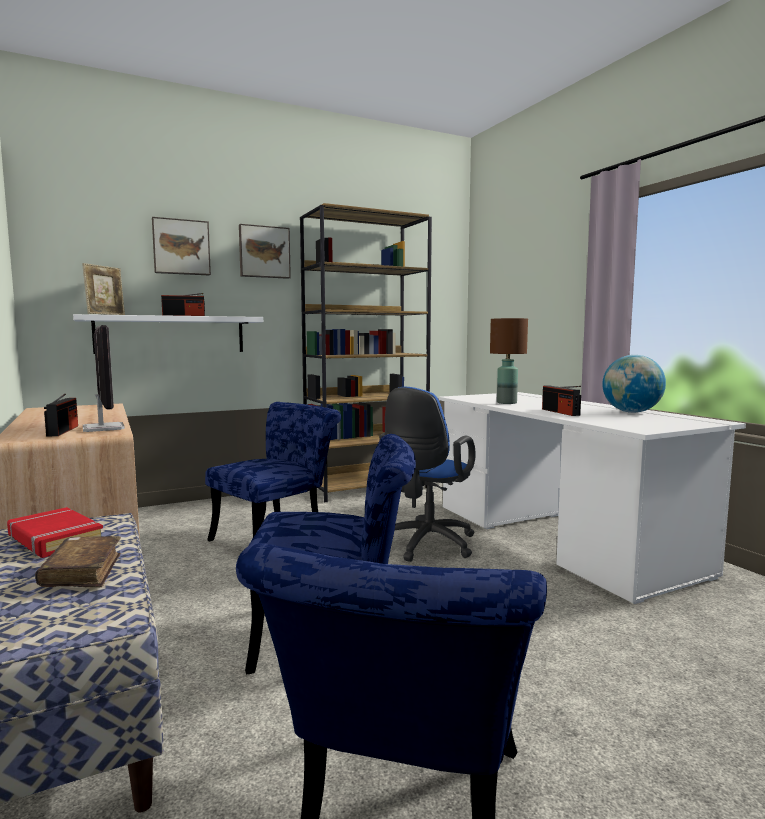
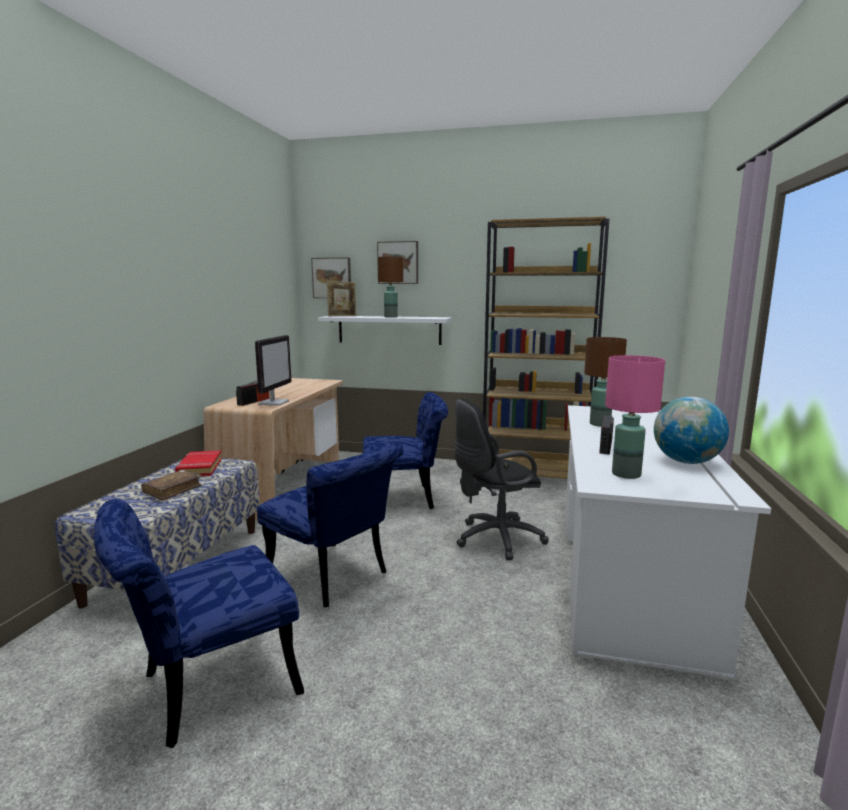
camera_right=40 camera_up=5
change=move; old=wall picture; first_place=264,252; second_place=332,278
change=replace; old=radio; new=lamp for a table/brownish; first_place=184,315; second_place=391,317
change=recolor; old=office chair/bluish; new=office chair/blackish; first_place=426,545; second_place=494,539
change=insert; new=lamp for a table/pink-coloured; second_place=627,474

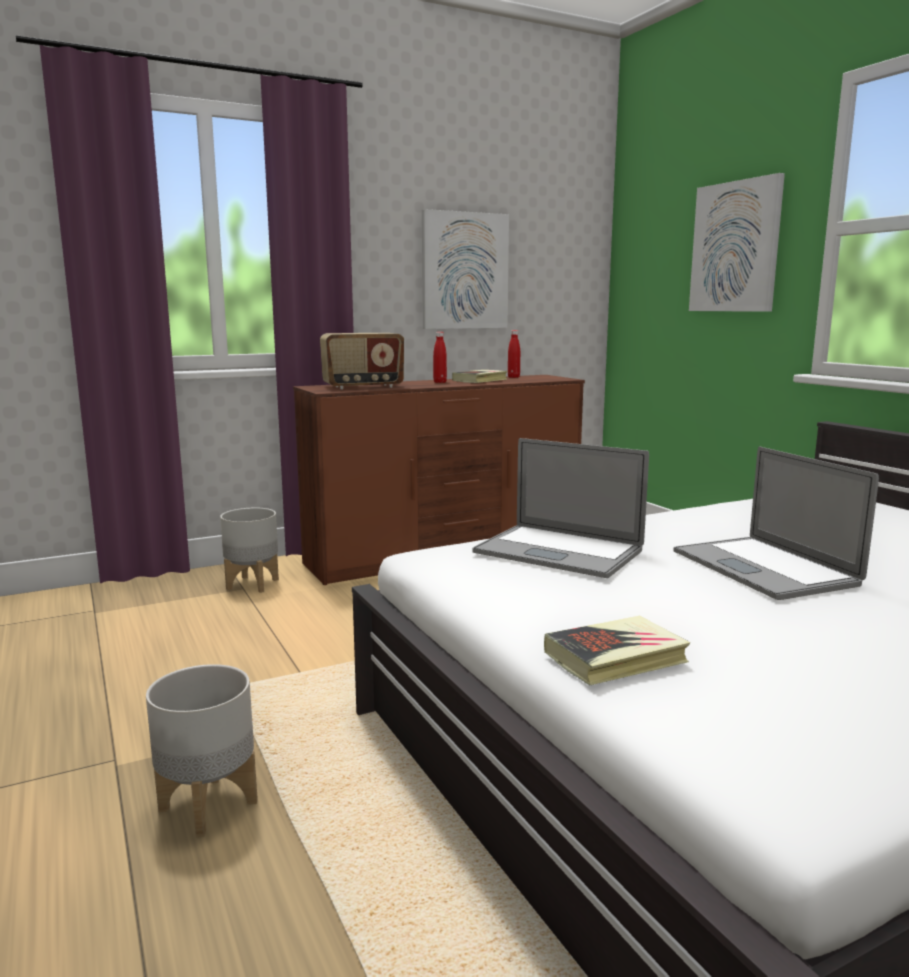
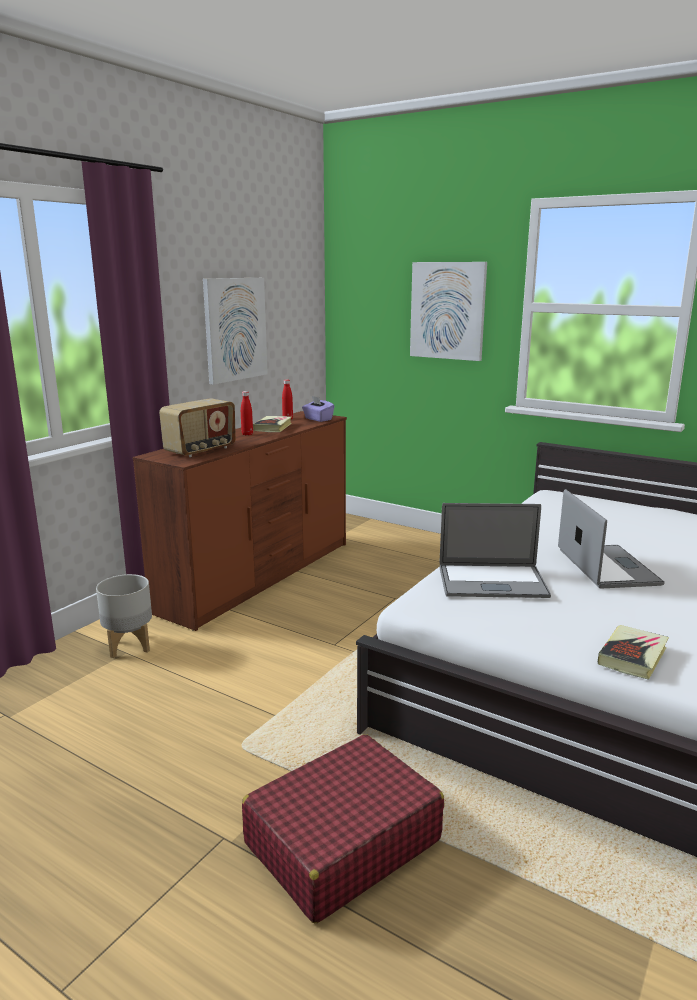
camera_right=-30 camera_up=5
change=rotate; old=laptop; first_place=763,568; second_place=607,567; degrees=-135
change=replace; old=flower pot/greyish; new=piece of luggage/red; first_place=207,806; second_place=342,842
change=insert; new=tissue holder/purple; second_place=318,419

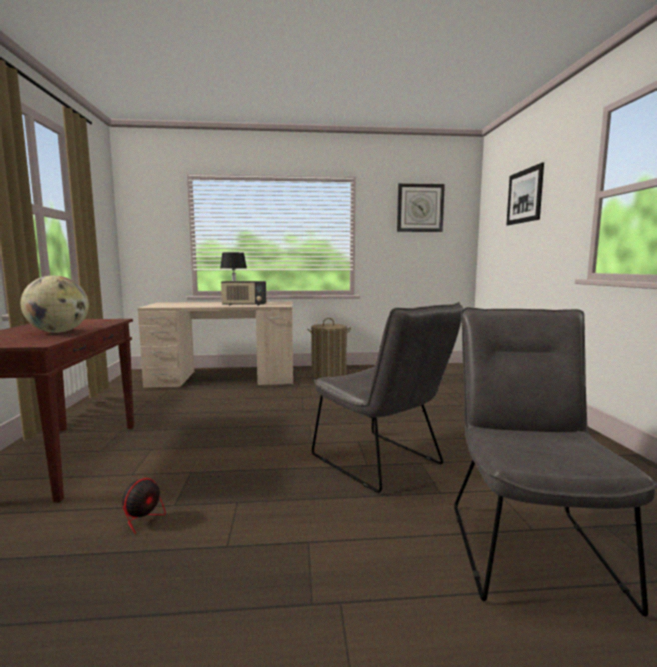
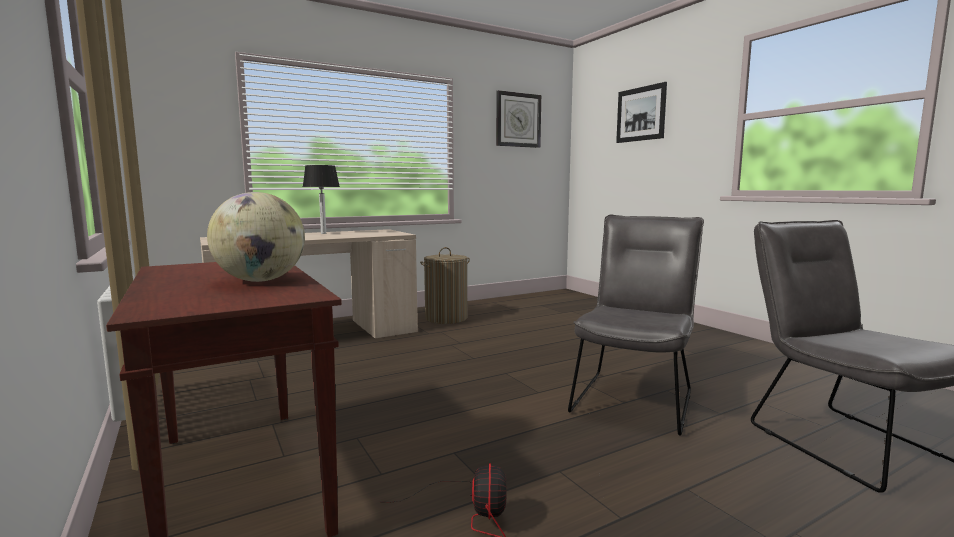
camera_right=-25 camera_up=0
change=delete; old=radio; first_place=244,305
change=rotate; old=plain chair/greyish; first_place=382,463; second_place=634,398; degrees=-90

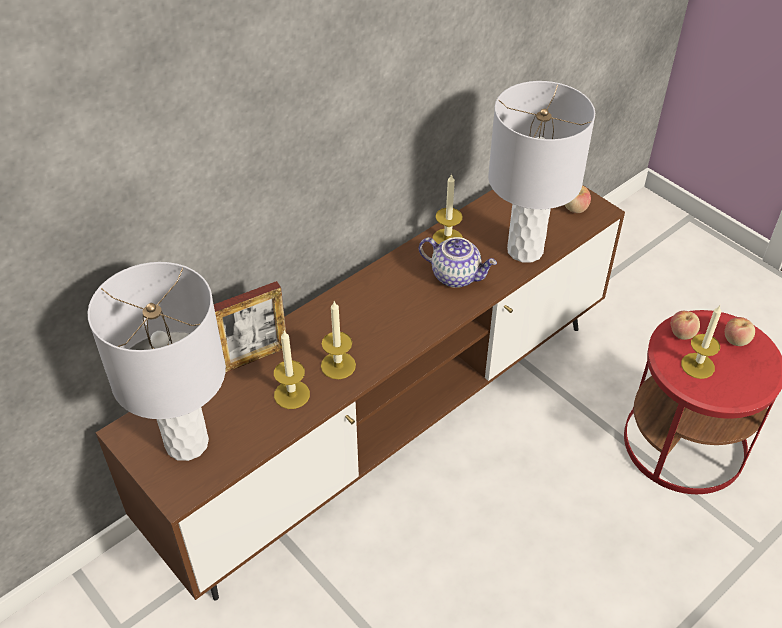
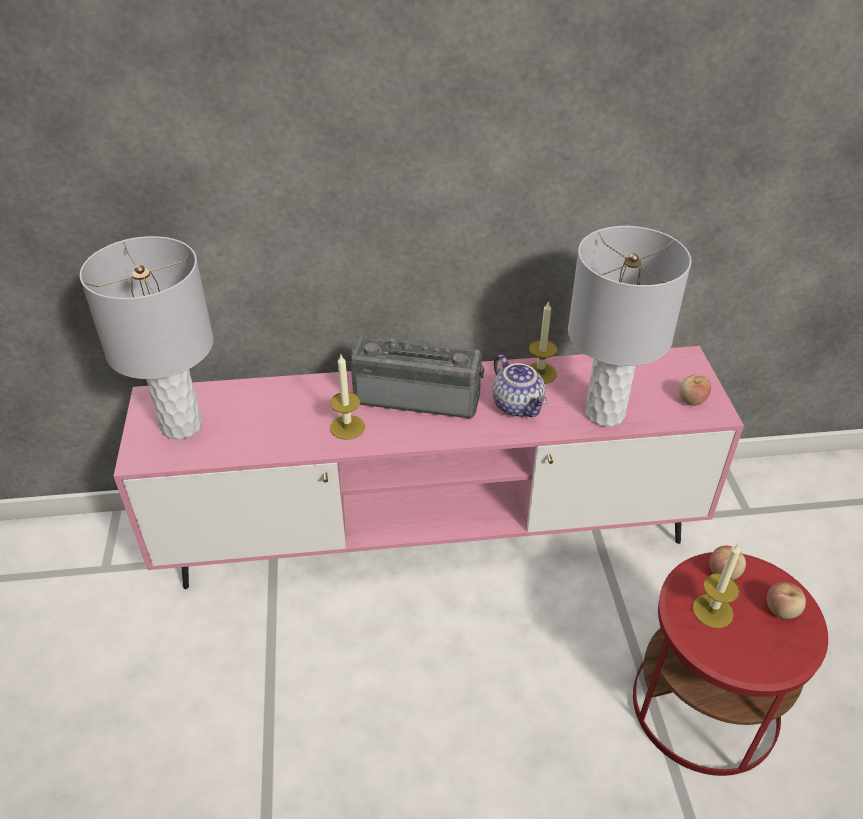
camera_right=35 camera_up=-5
change=recolor; old=tv stand/brownish; new=tv stand/pink-coloured; first_place=389,426; second_place=431,533
change=delete; old=picture frame; first_place=254,357
change=delete; old=wax light; first_place=291,394
change=insert; new=radio; second_place=418,396

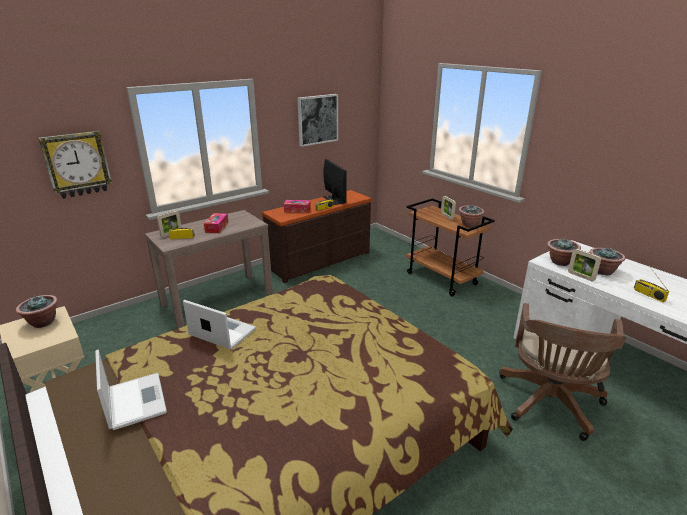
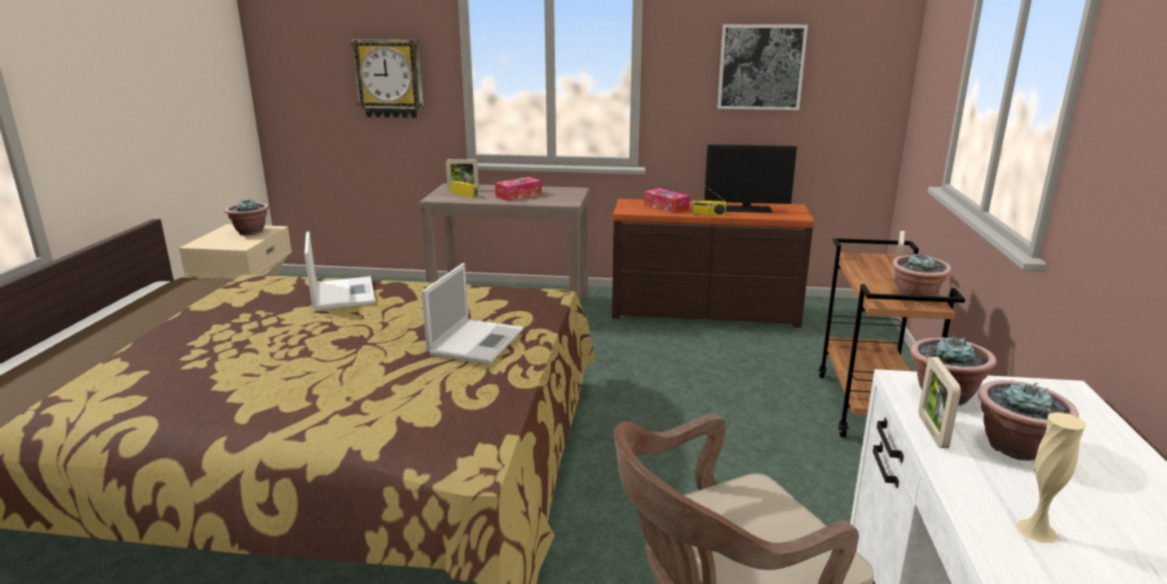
camera_right=45 camera_up=-5
change=rotate; old=computer screen; first_place=333,200; second_place=746,209; degrees=75
change=replace; old=radio; new=flower vase/beige; first_place=648,295; second_place=1036,531
change=move; old=laptop; first_place=135,400; second_place=477,341

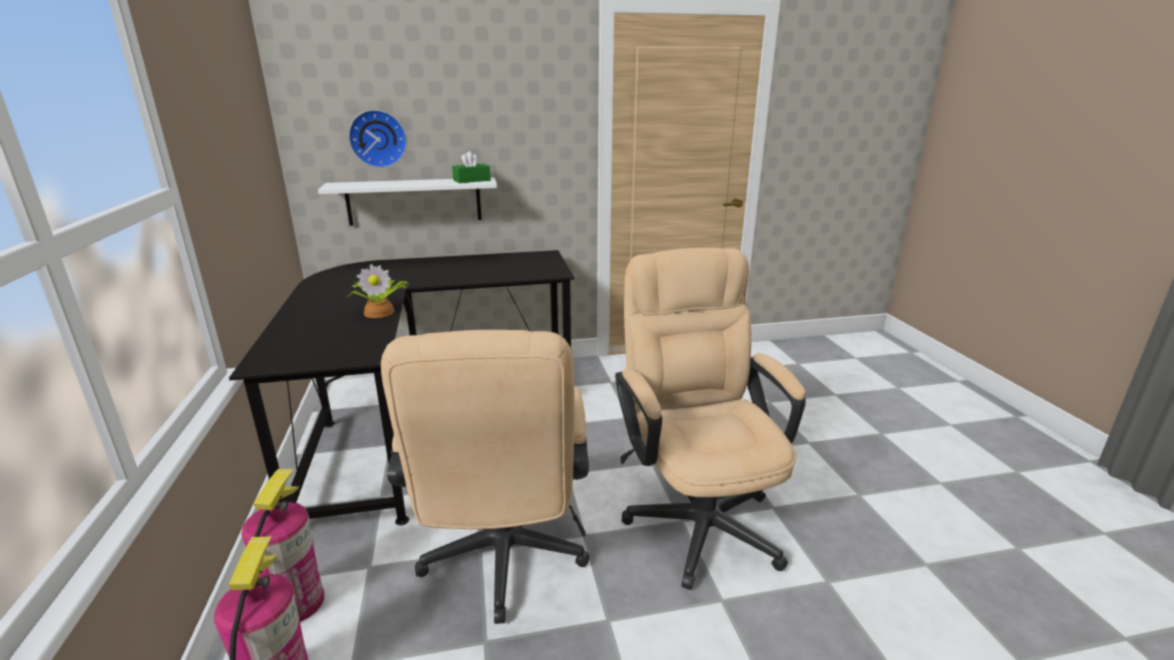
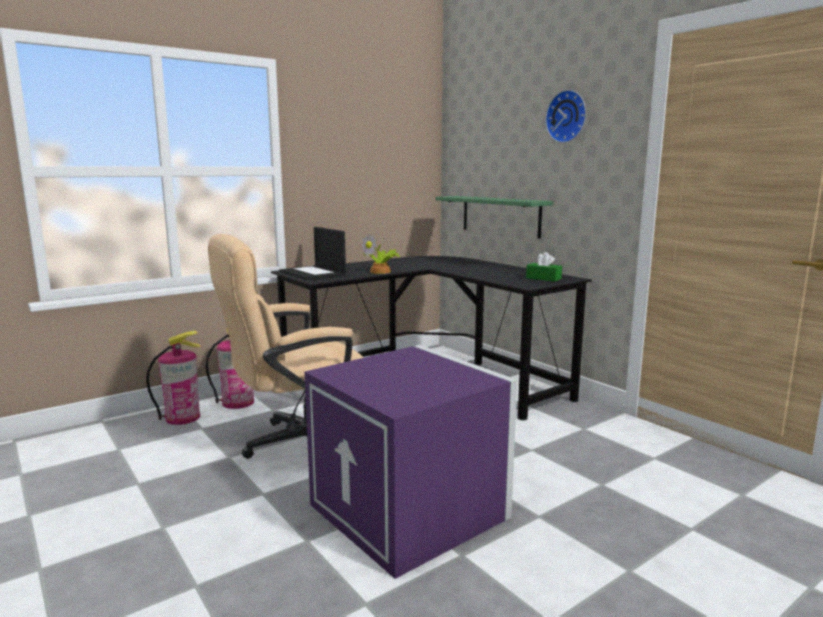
camera_right=65 camera_up=-10
change=move; old=wall clock; first_place=378,138; second_place=568,116
change=move; old=tissue holder/green-coloured; first_place=472,180; second_place=543,278
change=recolor; old=shelf/white; new=shelf/green-coloured; first_place=414,201; second_place=500,216
change=replace; old=office chair/beige; new=storage bin/purple; first_place=697,514; second_place=412,511
change=insert; new=laptop; second_place=313,273

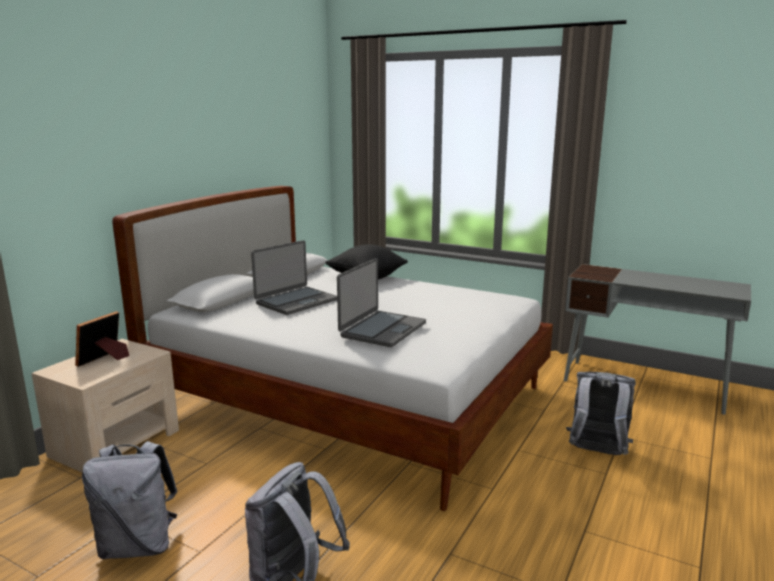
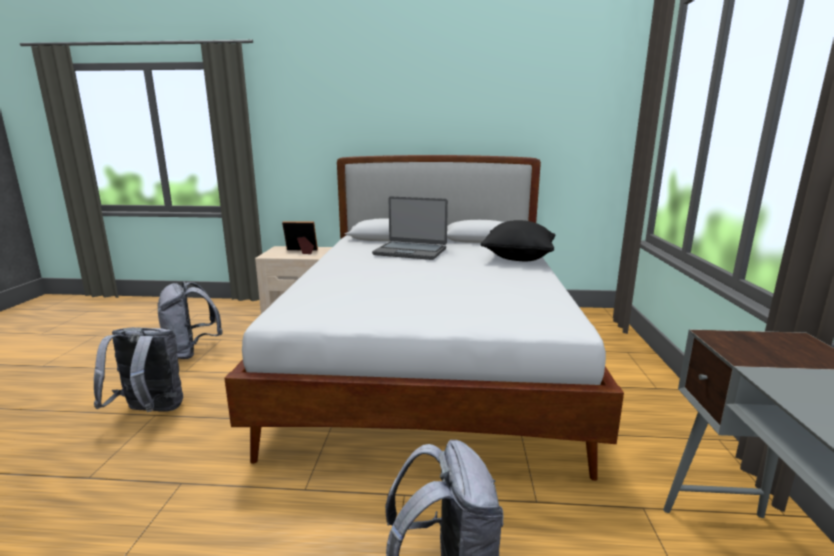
camera_right=65 camera_up=0
change=delete; old=laptop; first_place=382,330

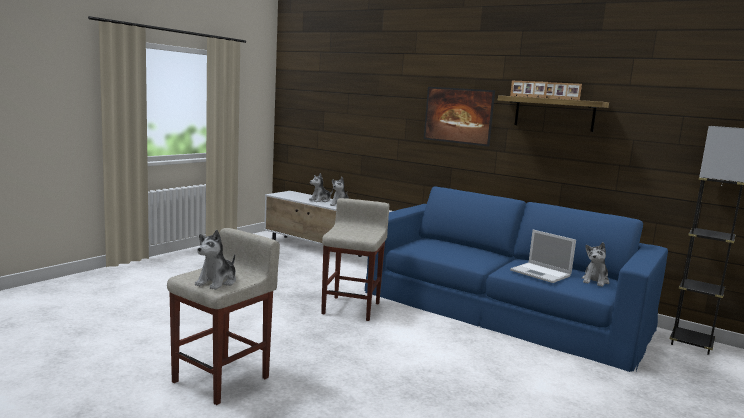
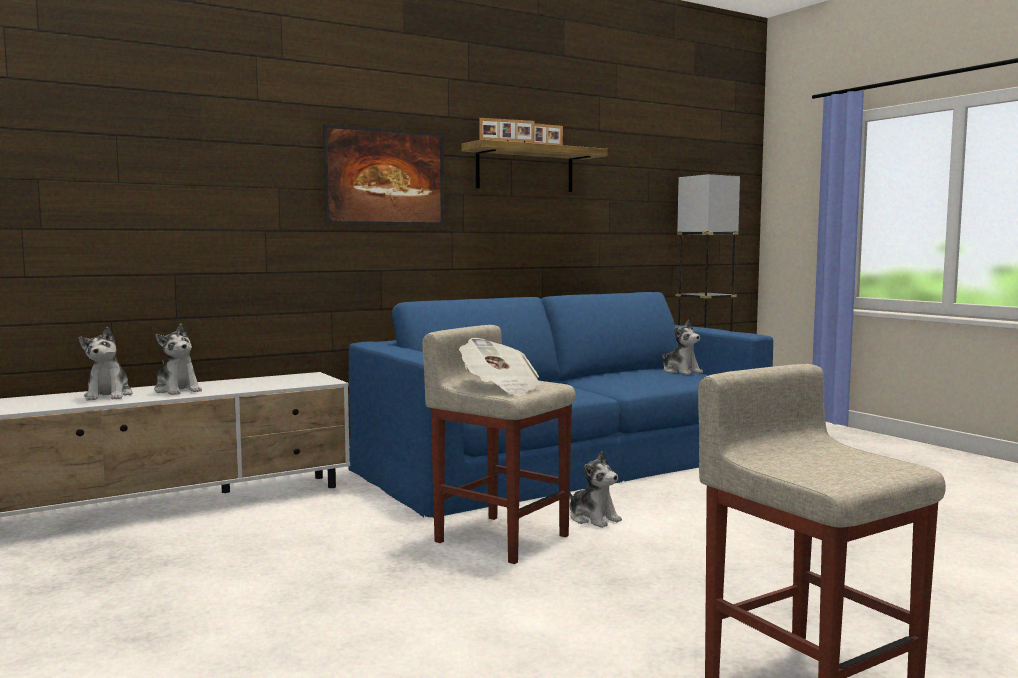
camera_right=-65 camera_up=-5
change=move; old=soft toy; first_place=217,282; second_place=593,518
change=delete; old=laptop; first_place=541,273
change=insert; new=daily paper; second_place=501,389

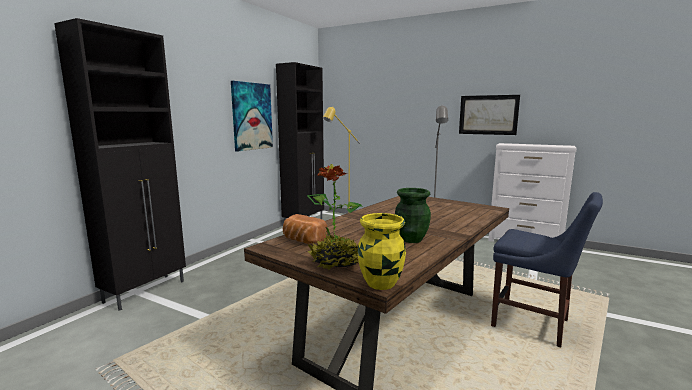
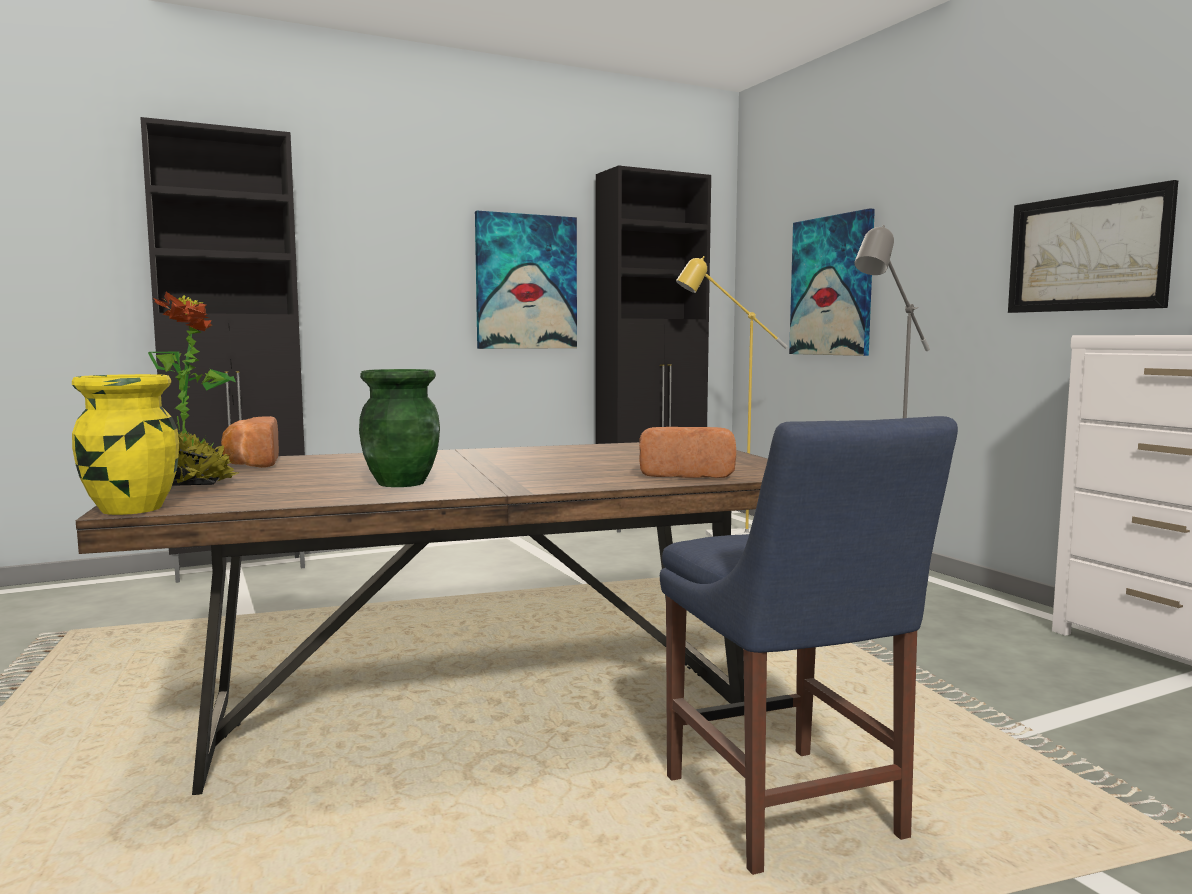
camera_right=35 camera_up=-5
change=insert; new=wall picture; second_place=831,286
change=insert; new=bread; second_place=686,474

